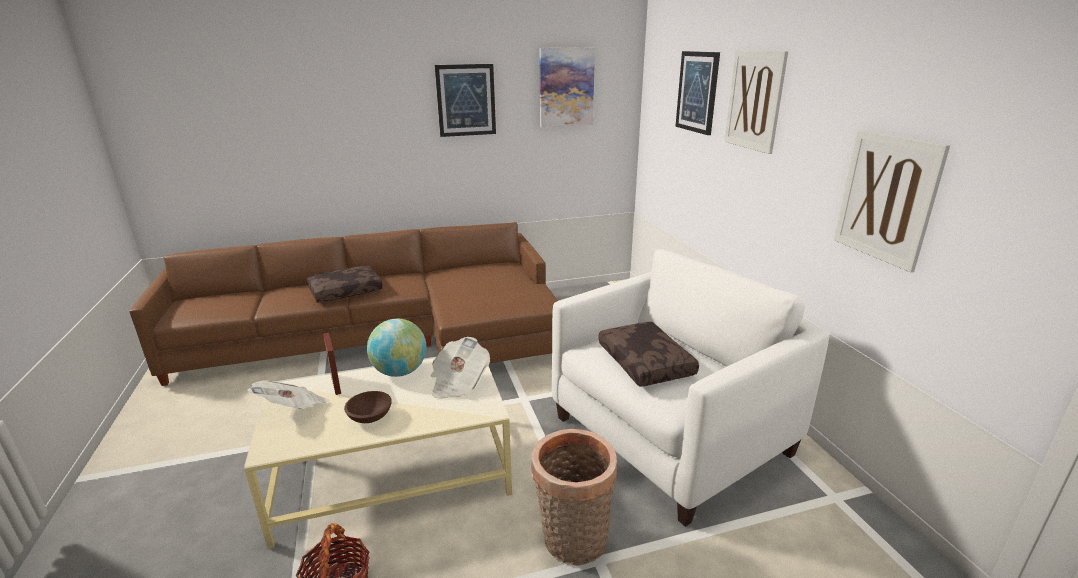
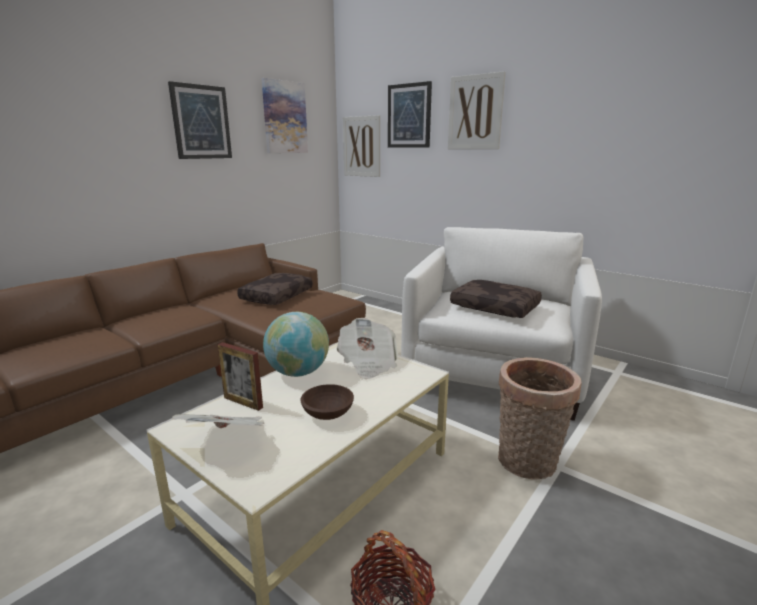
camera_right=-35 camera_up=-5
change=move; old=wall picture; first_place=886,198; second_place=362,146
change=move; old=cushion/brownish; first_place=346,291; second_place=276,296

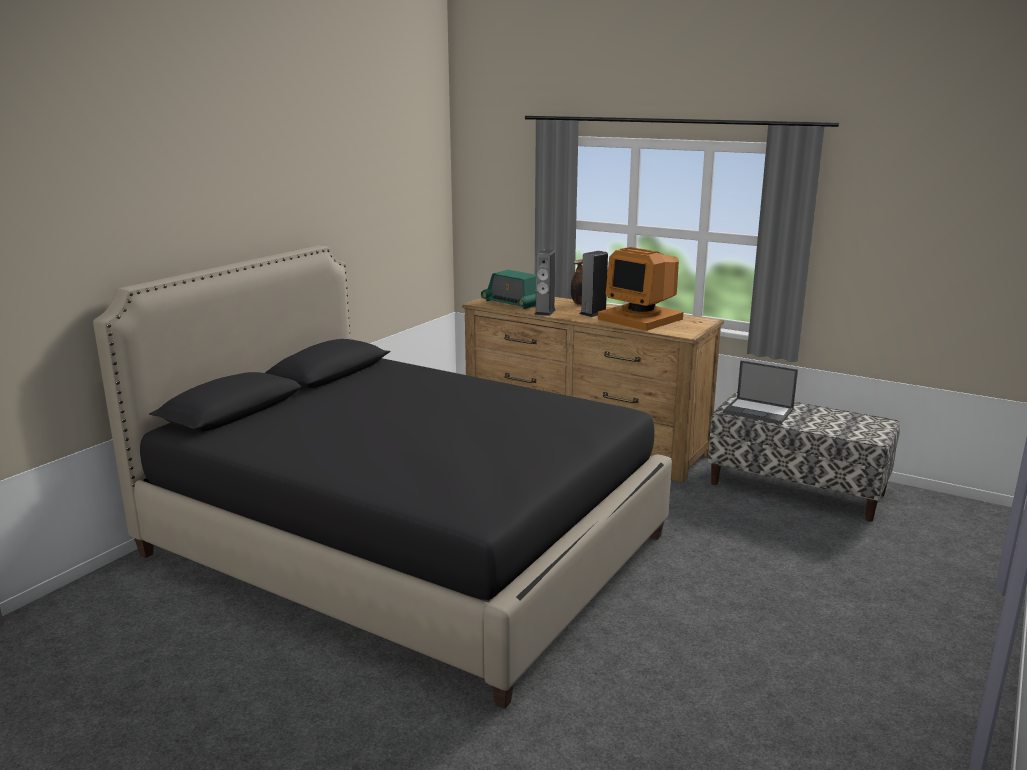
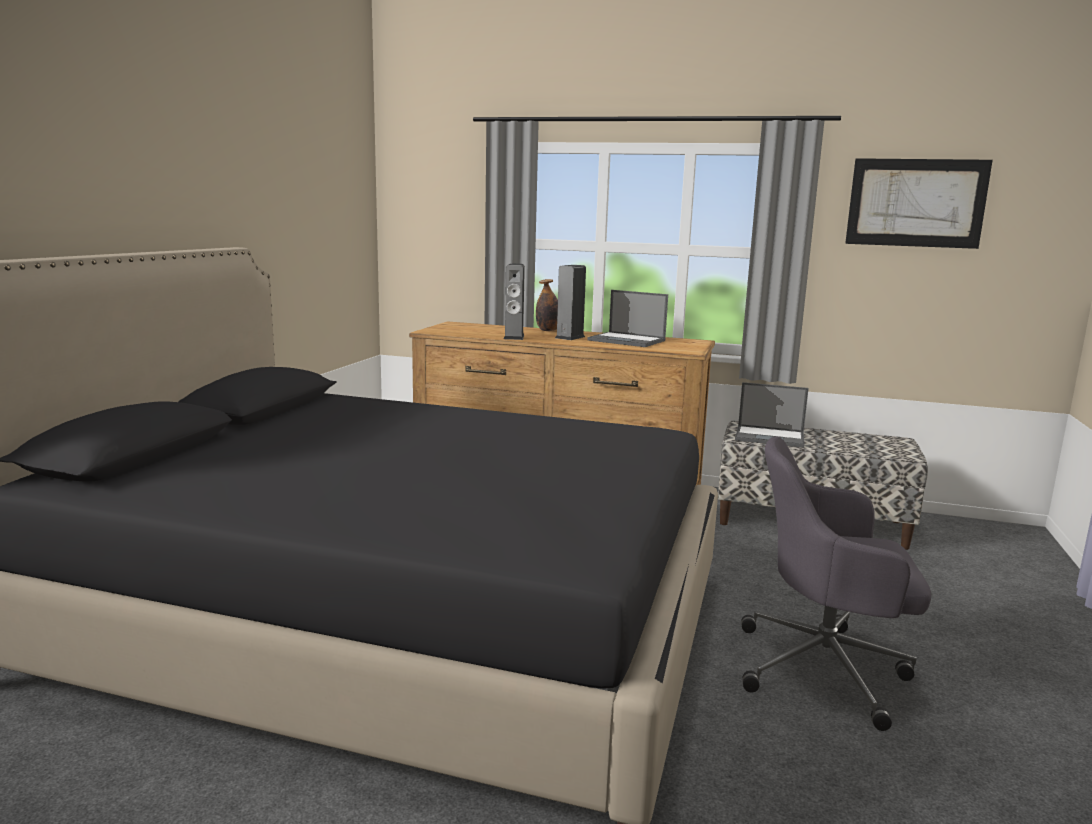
camera_right=-15 camera_up=-5
change=replace; old=computer screen; new=laptop; first_place=641,318; second_place=627,340
change=delete; old=radio; first_place=513,302
change=insert; new=wall picture; second_place=916,203
change=insert; new=office chair/greyish; second_place=826,669

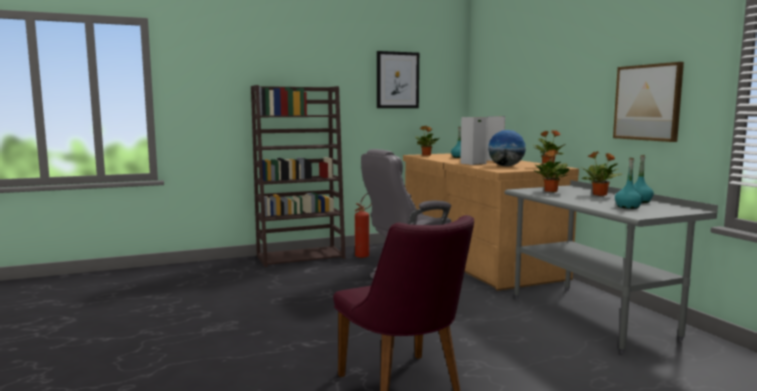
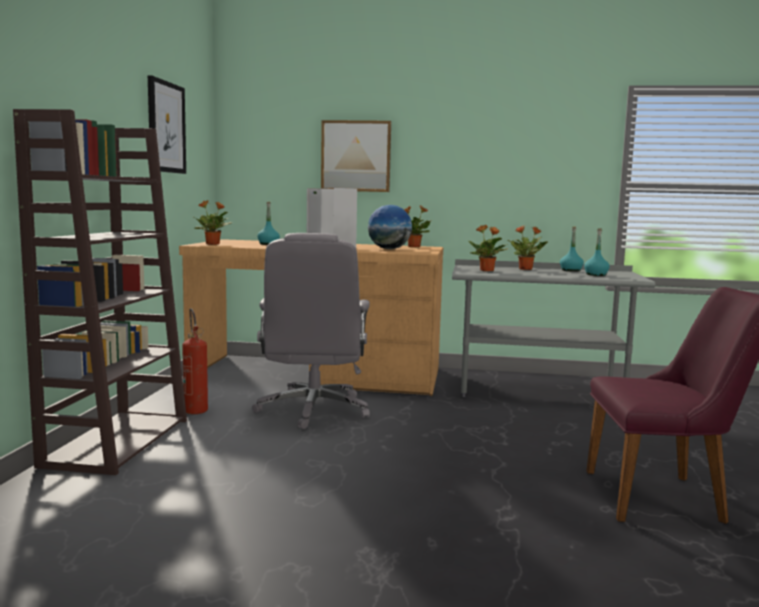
camera_right=-60 camera_up=0
change=move; old=wall picture; first_place=647,102; second_place=356,156

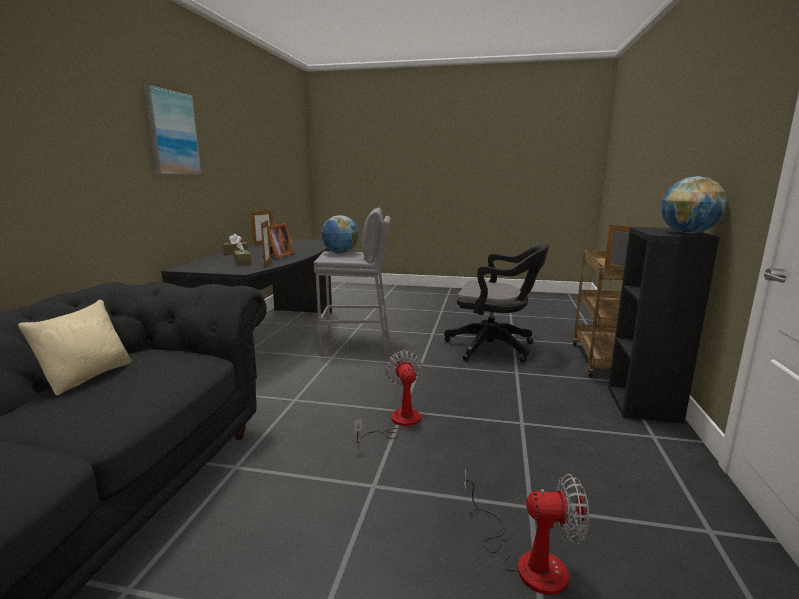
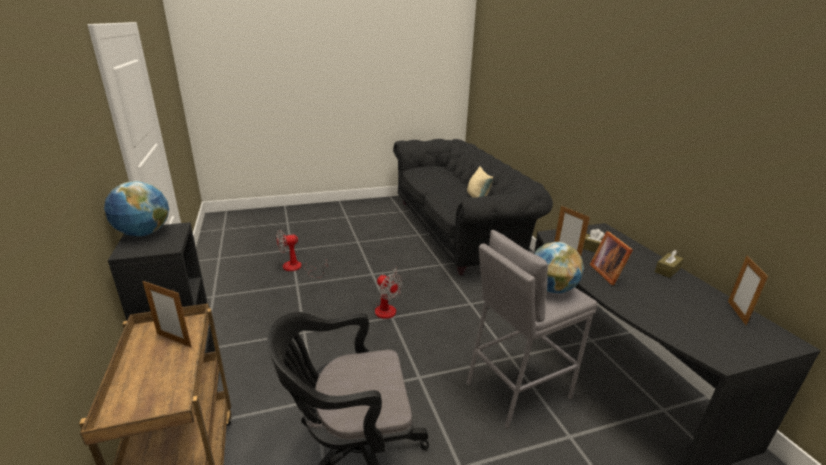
camera_right=150 camera_up=10
change=delete; old=wall picture; first_place=172,133

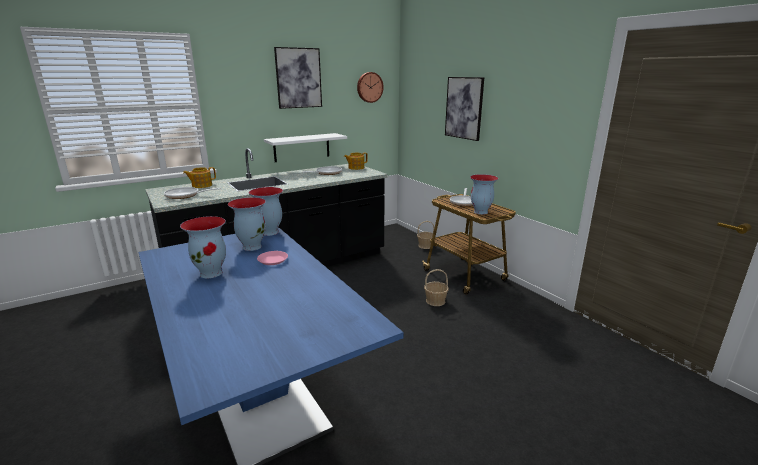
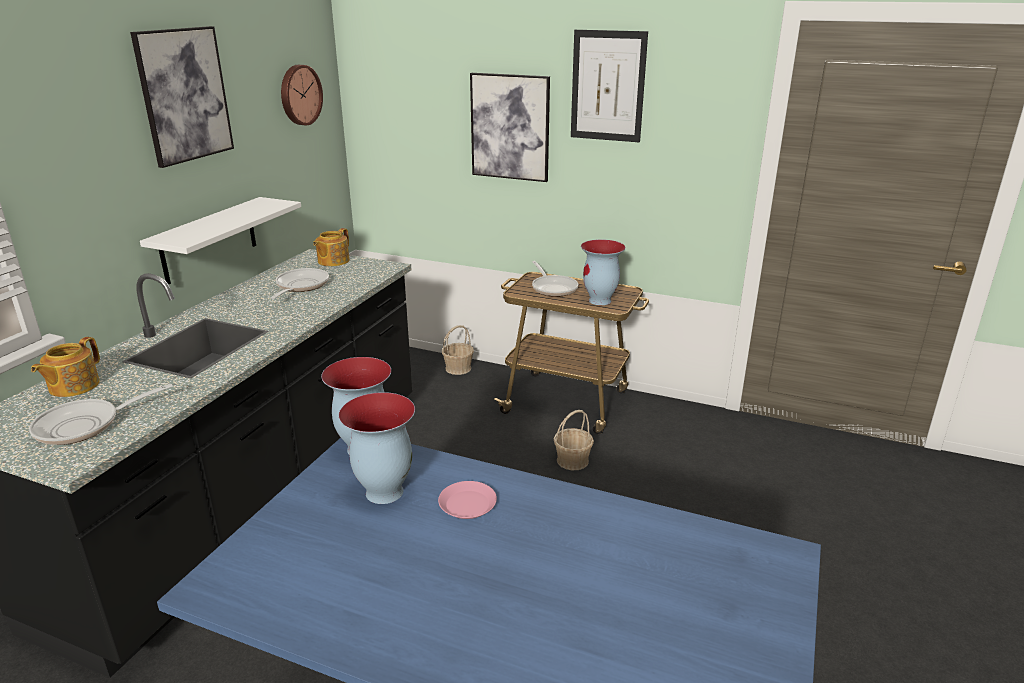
camera_right=-35 camera_up=5
change=delete; old=flower vase; first_place=212,273
change=insert; new=wall picture; second_place=607,86

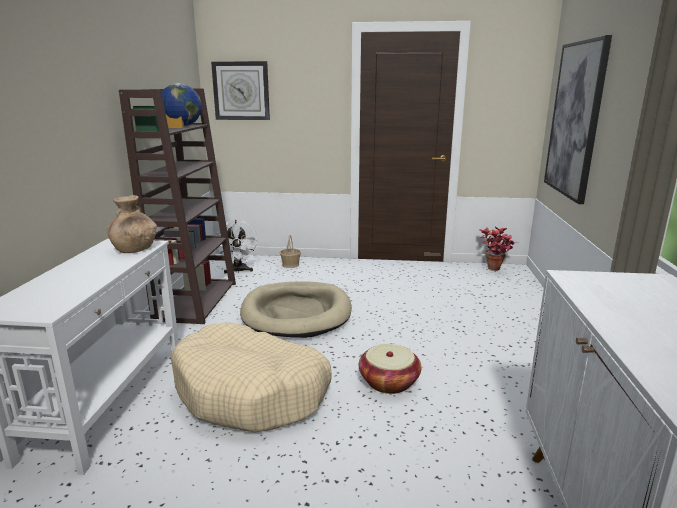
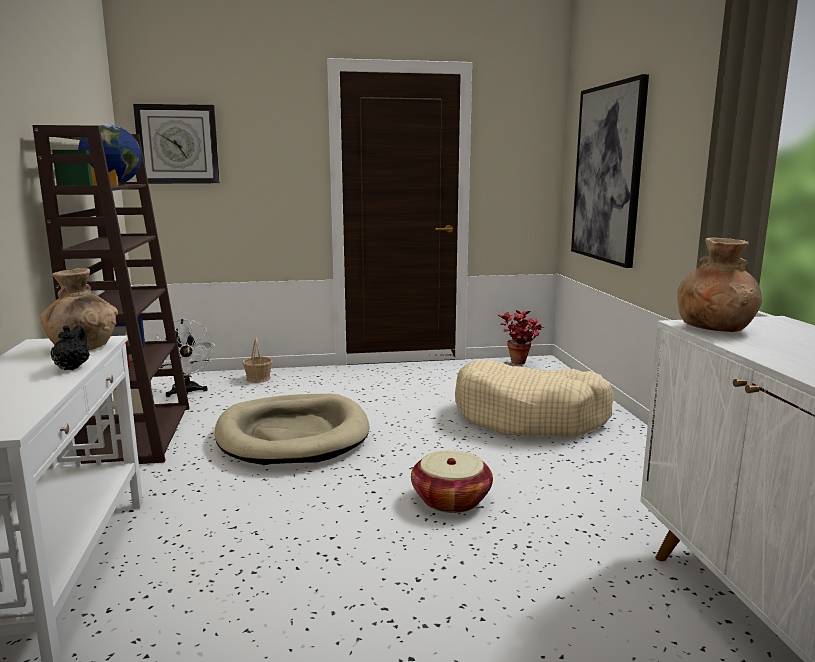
camera_right=-15 camera_up=-5
change=move; old=dog cushion/beige; first_place=251,392; second_place=530,417
change=insert; new=flower vase/brownish; second_place=715,328
change=insert; new=pot for tea/blackish; second_place=72,367

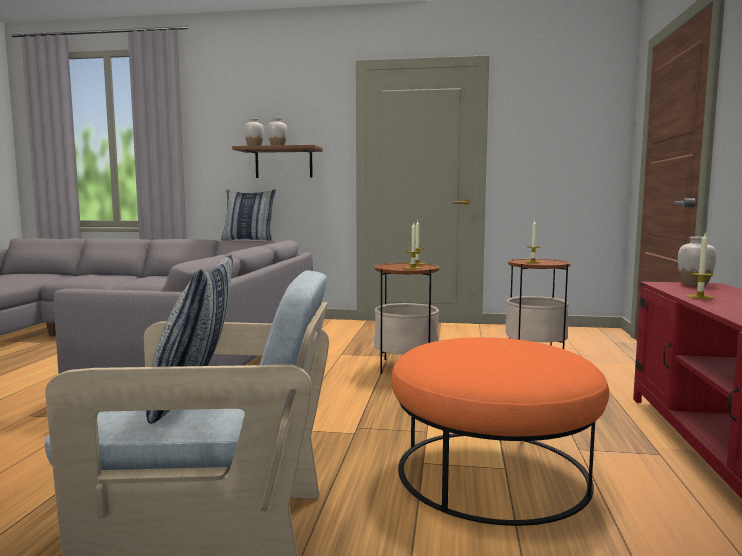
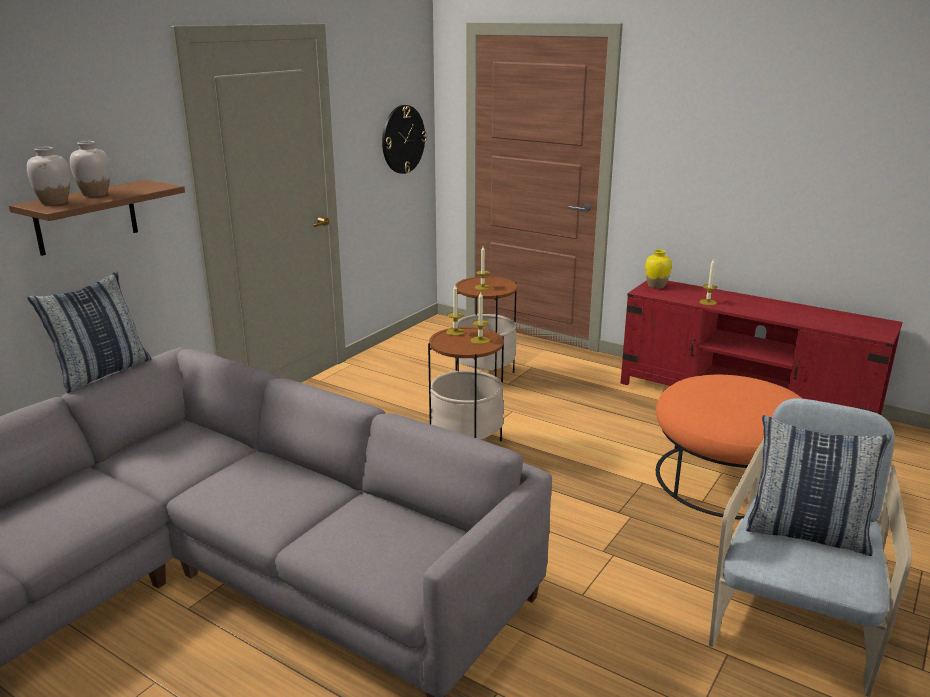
camera_right=-65 camera_up=15
change=recolor; old=flower vase/white; new=flower vase/yellow-coloured; first_place=694,285; second_place=656,286
change=insert; new=wall clock; second_place=403,139

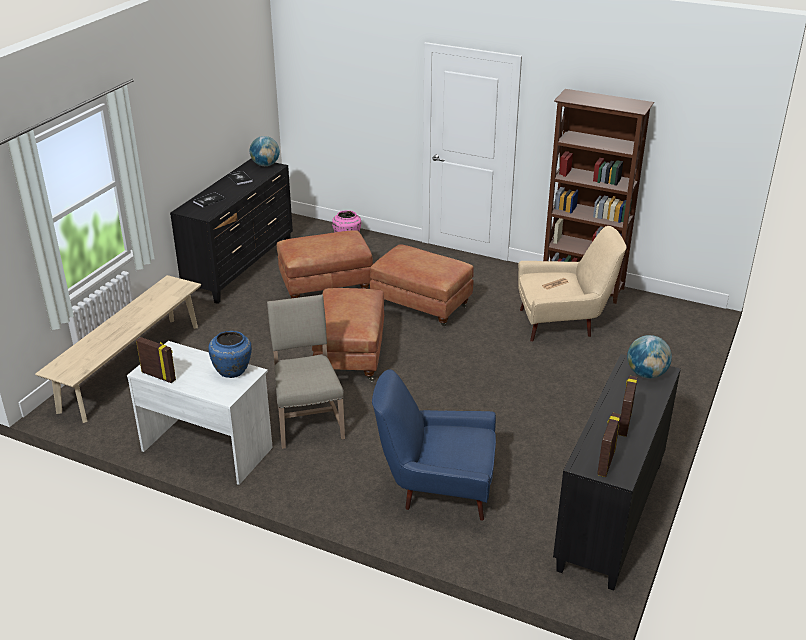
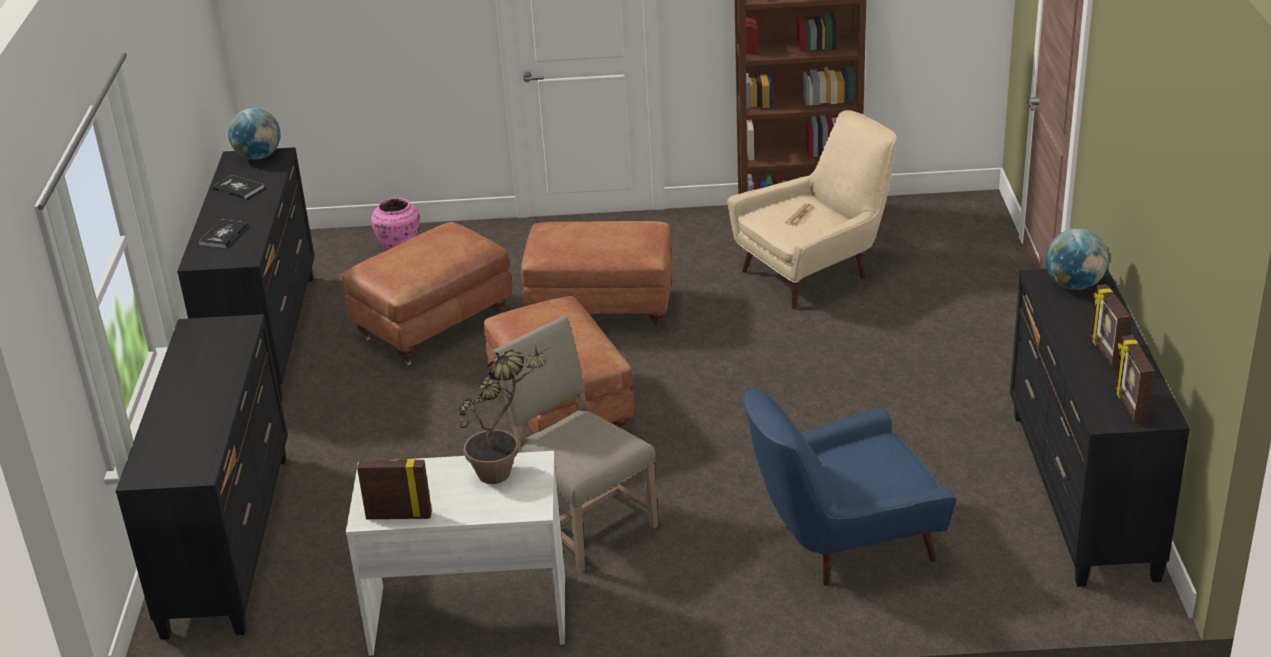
camera_right=-25 camera_up=0
change=replace; old=indoor bench/beige; new=dresser/blackish; first_place=131,367; second_place=229,542
change=replace; old=flower vase/bluish; new=houseplant; first_place=233,371; second_place=506,470

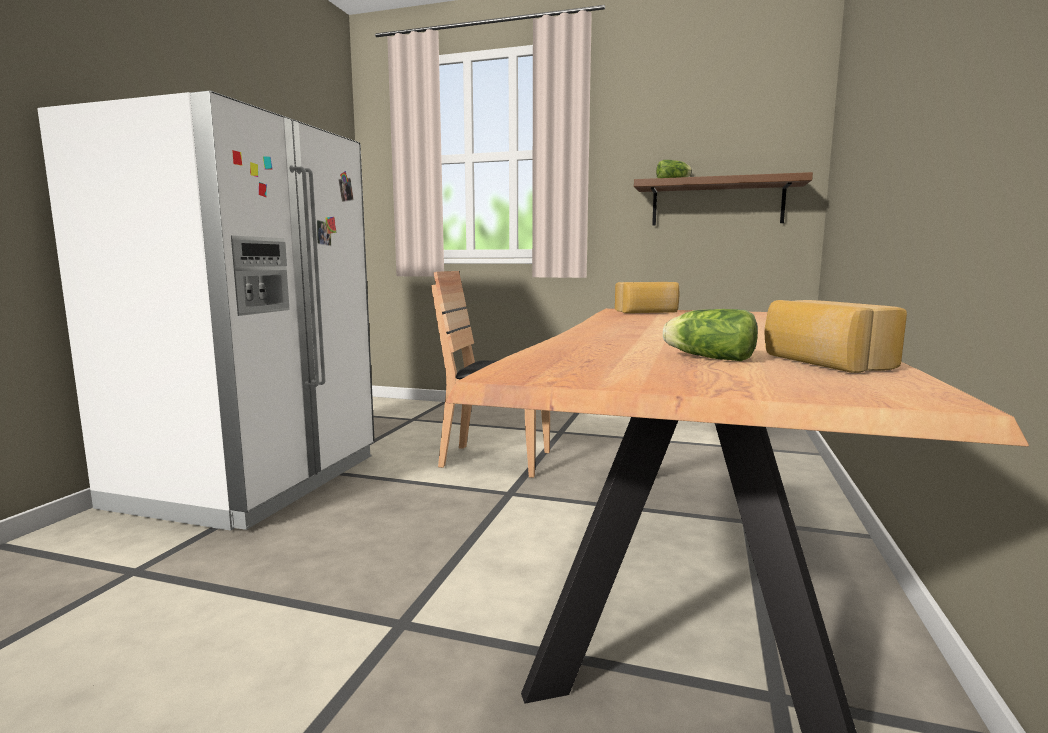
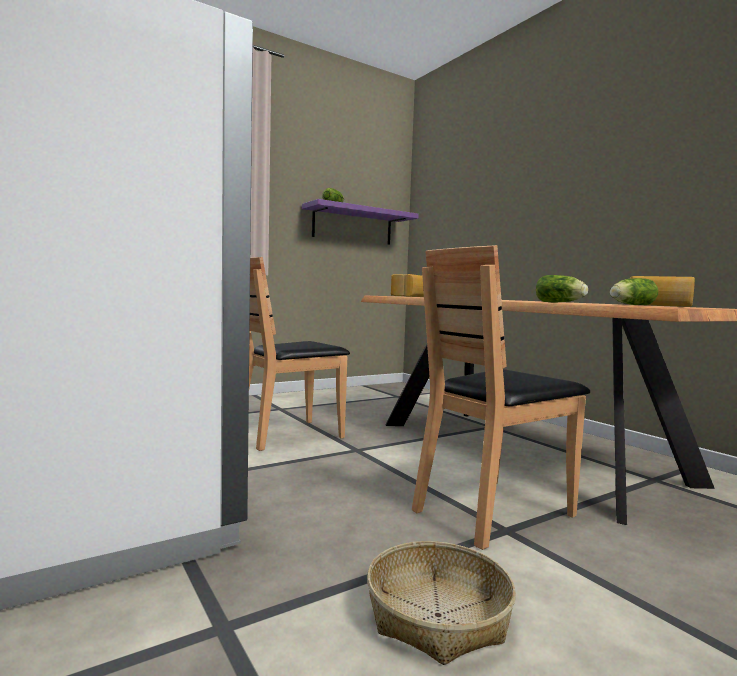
camera_right=-50 camera_up=-5
change=recolor; old=shelf/brownish; new=shelf/purple; first_place=717,203; second_place=352,225
change=insert; new=plain chair/brownish; second_place=493,511
change=insert; new=lettuce; second_place=561,302
change=insert; new=household basket; second_place=438,616

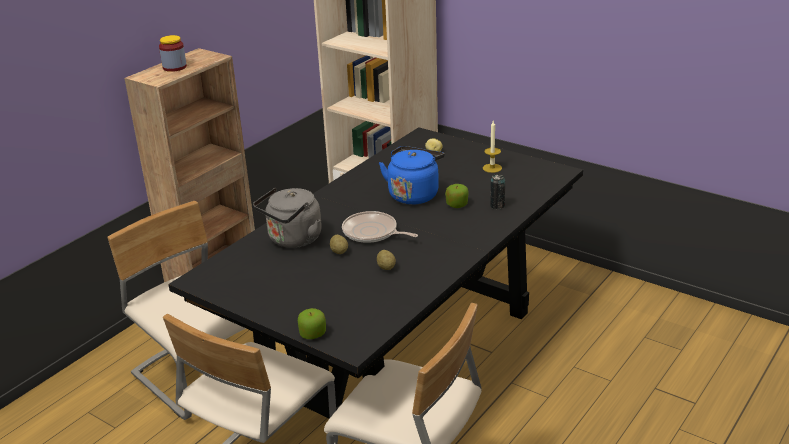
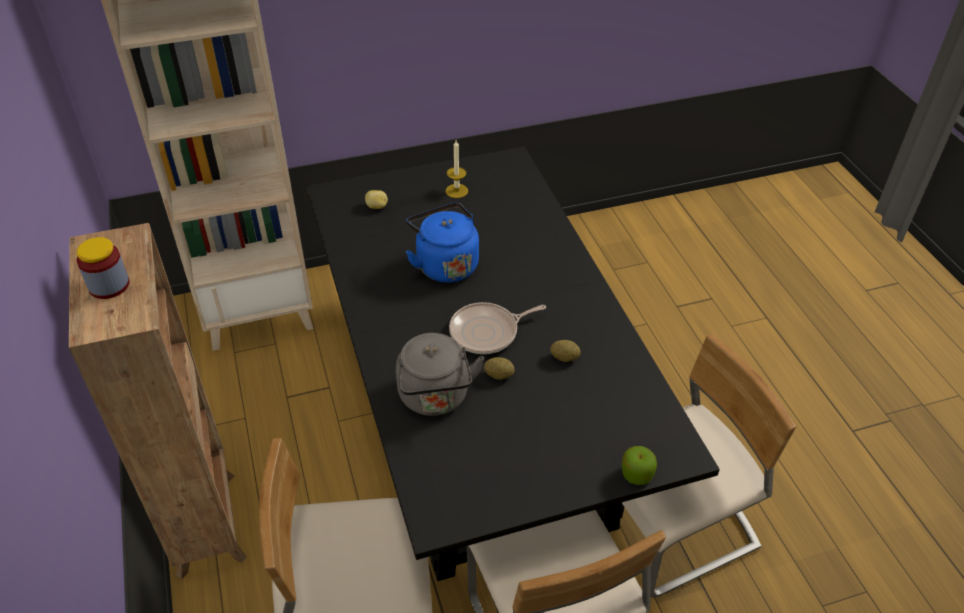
camera_right=-55 camera_up=15
change=delete; old=can; first_place=497,206
change=delete; old=whole apple; first_place=457,204

